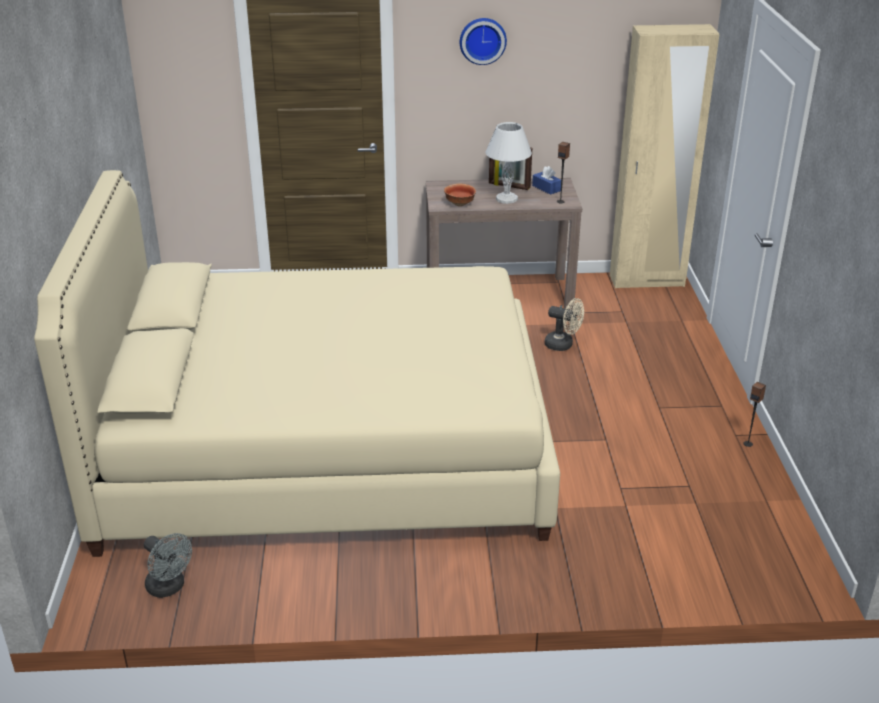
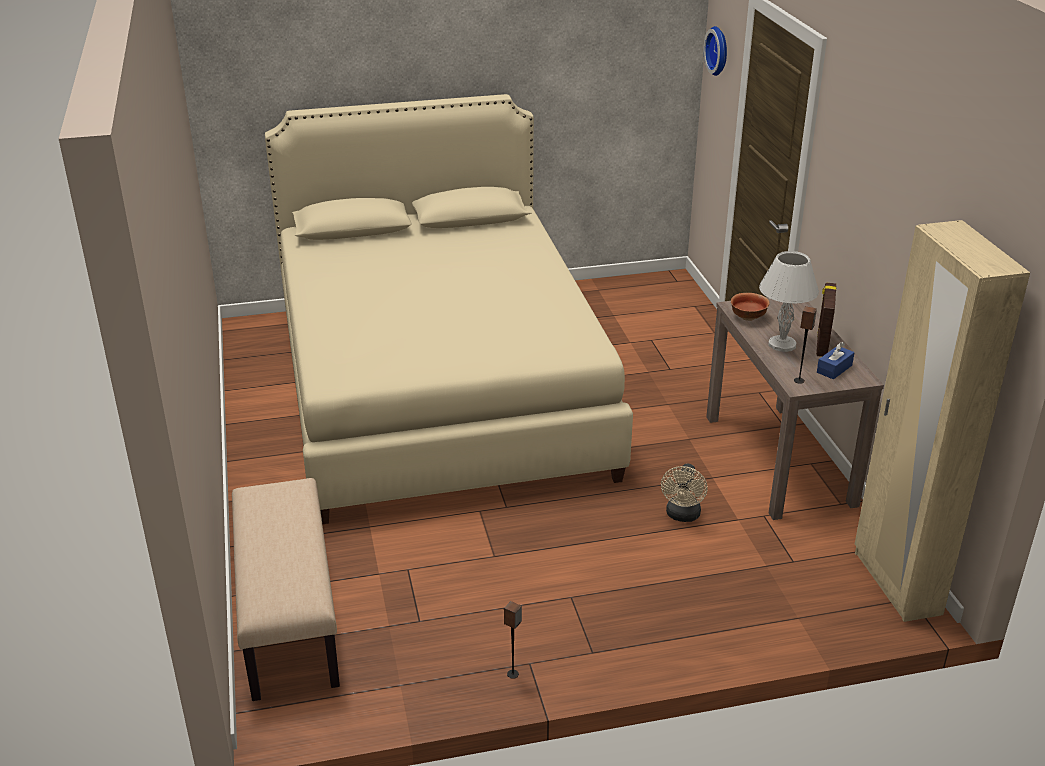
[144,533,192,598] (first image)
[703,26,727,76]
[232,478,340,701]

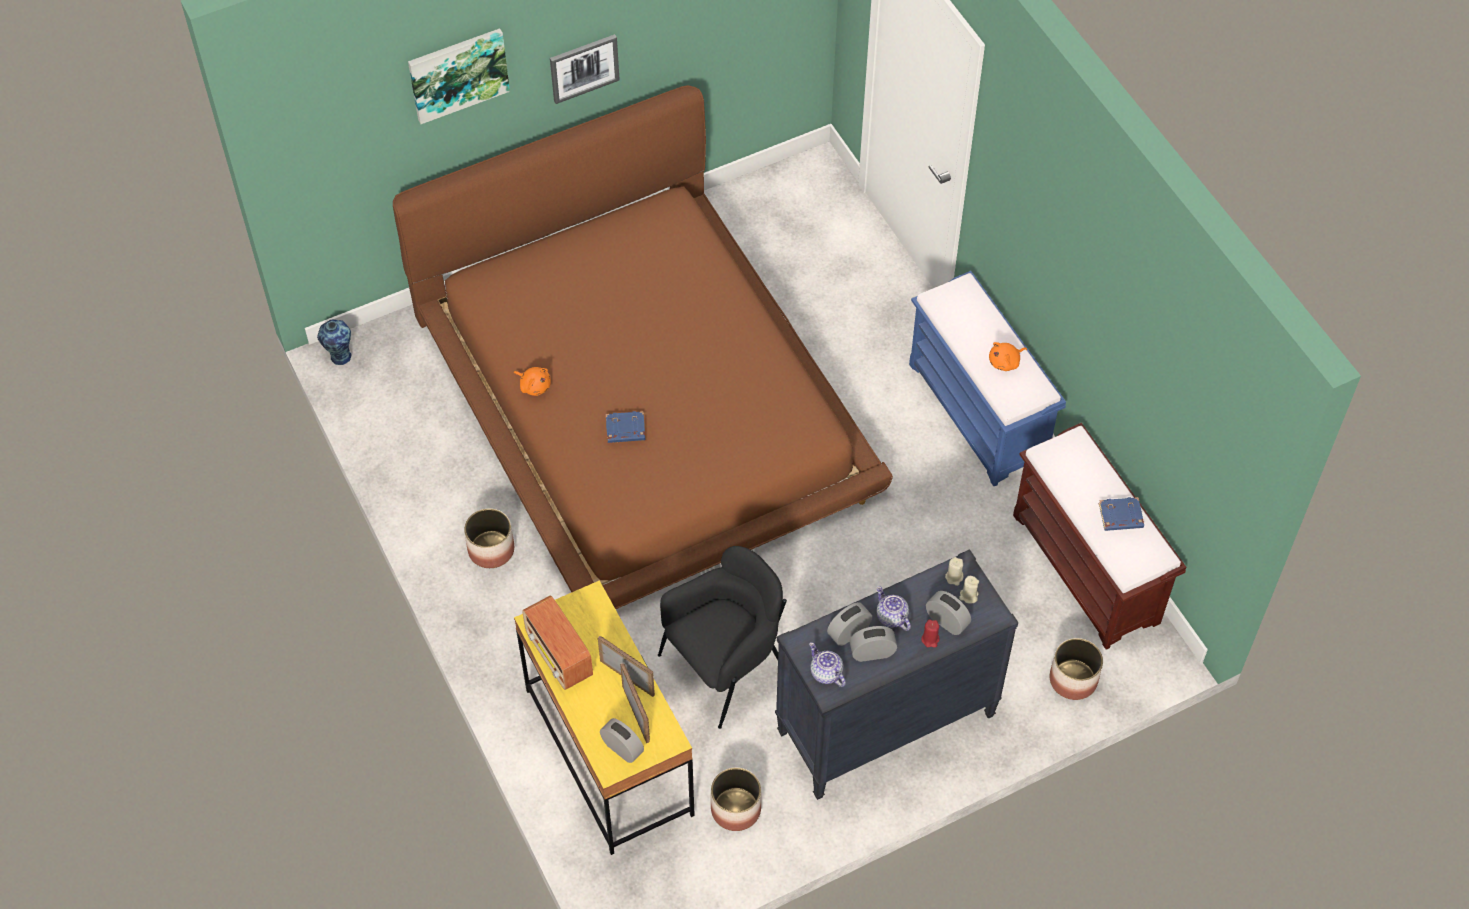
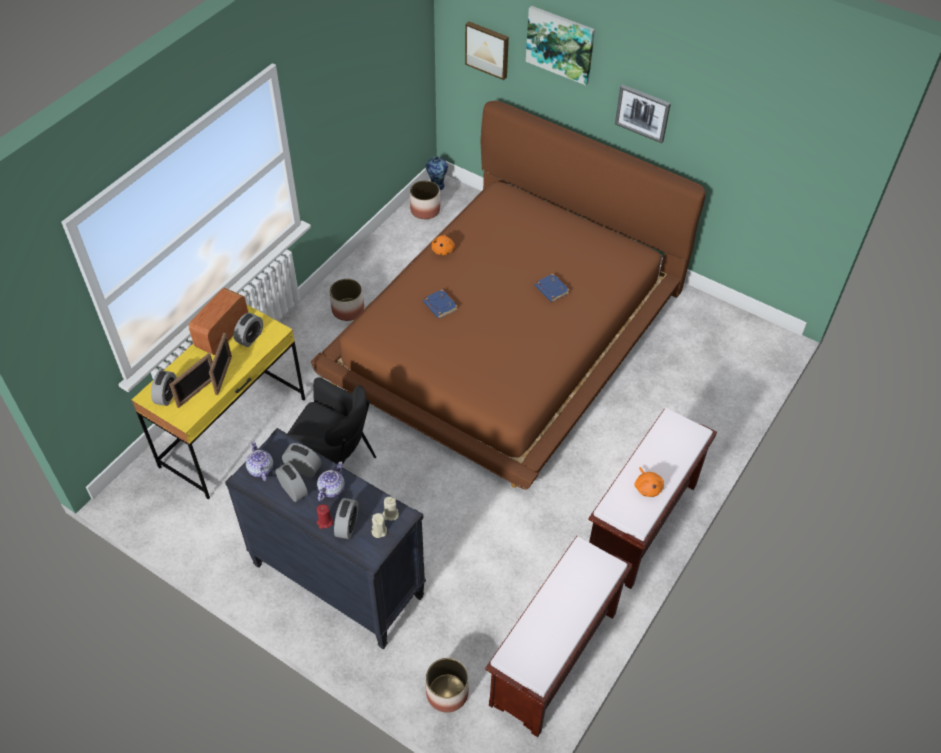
[410,180,440,219]
[246,441,273,481]
[588,408,717,589]
[634,467,664,497]
[535,274,570,302]
[234,313,263,347]
[465,21,509,80]

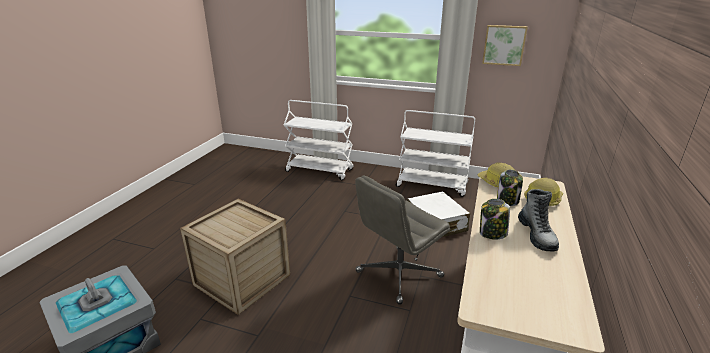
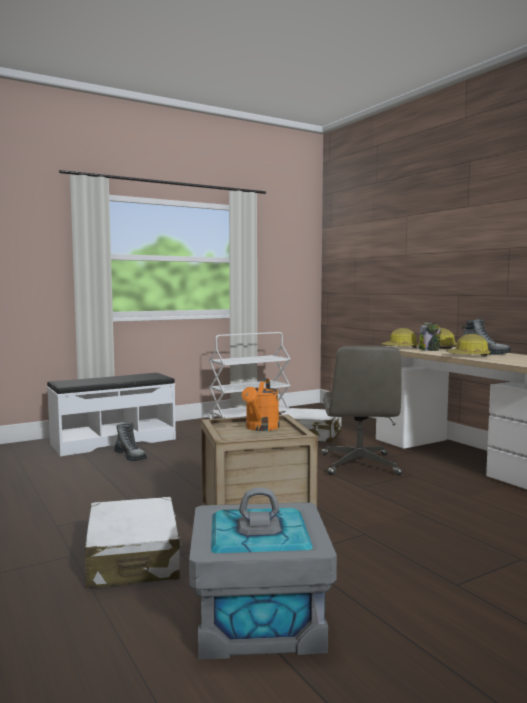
[47,373,176,457]
[446,334,491,357]
[482,25,528,66] (first image)
[85,497,182,588]
[114,422,147,461]
[242,378,280,431]

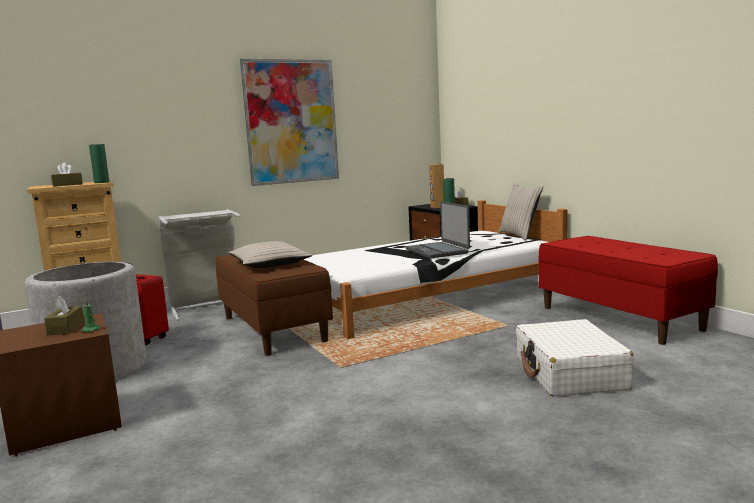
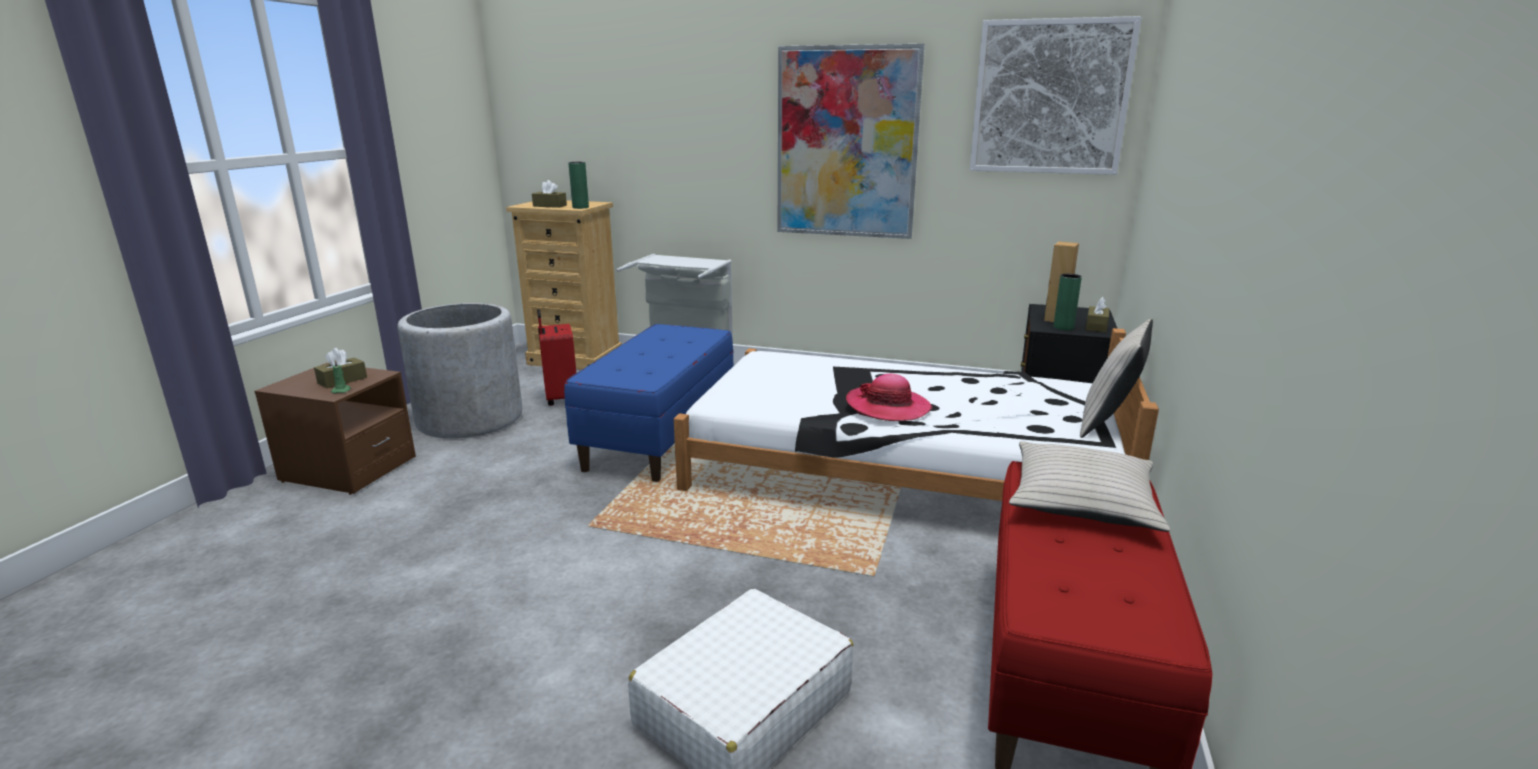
[564,324,734,482]
[1009,441,1170,532]
[846,374,932,421]
[970,16,1142,175]

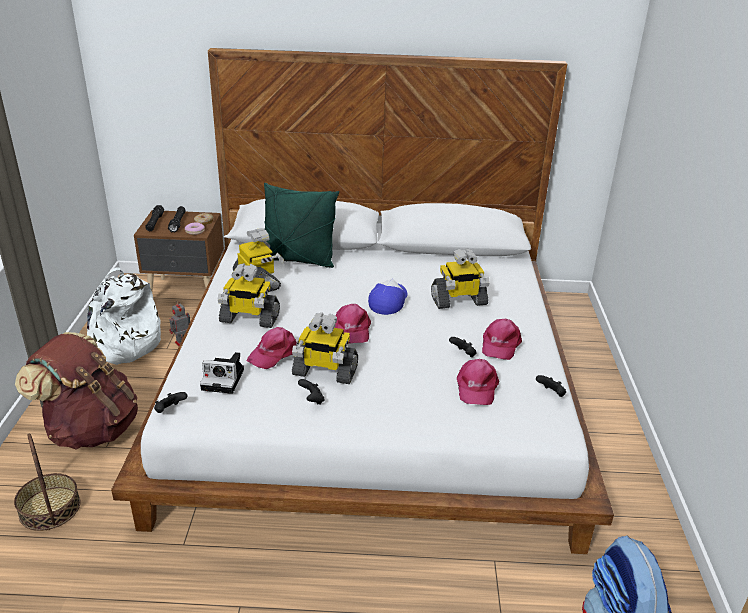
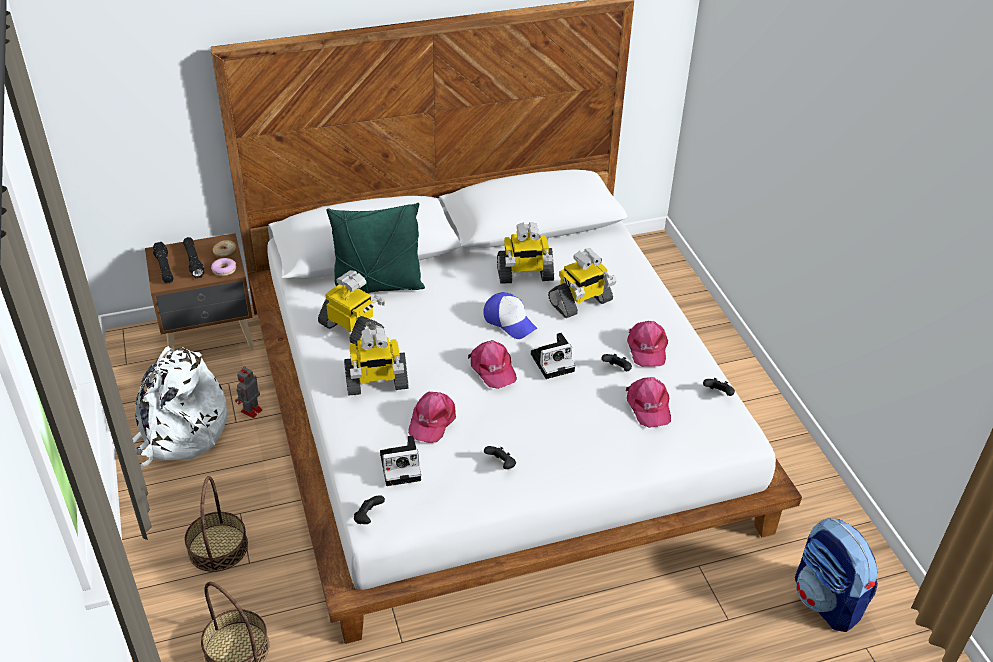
[185,476,248,572]
[497,222,554,284]
[483,292,537,339]
[531,333,575,379]

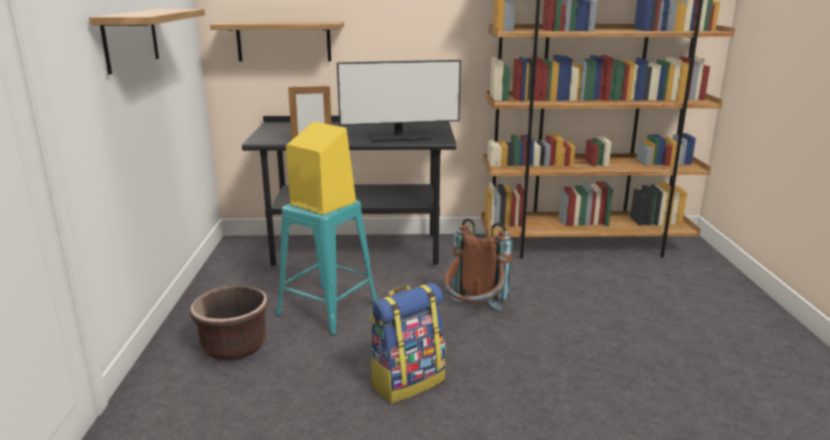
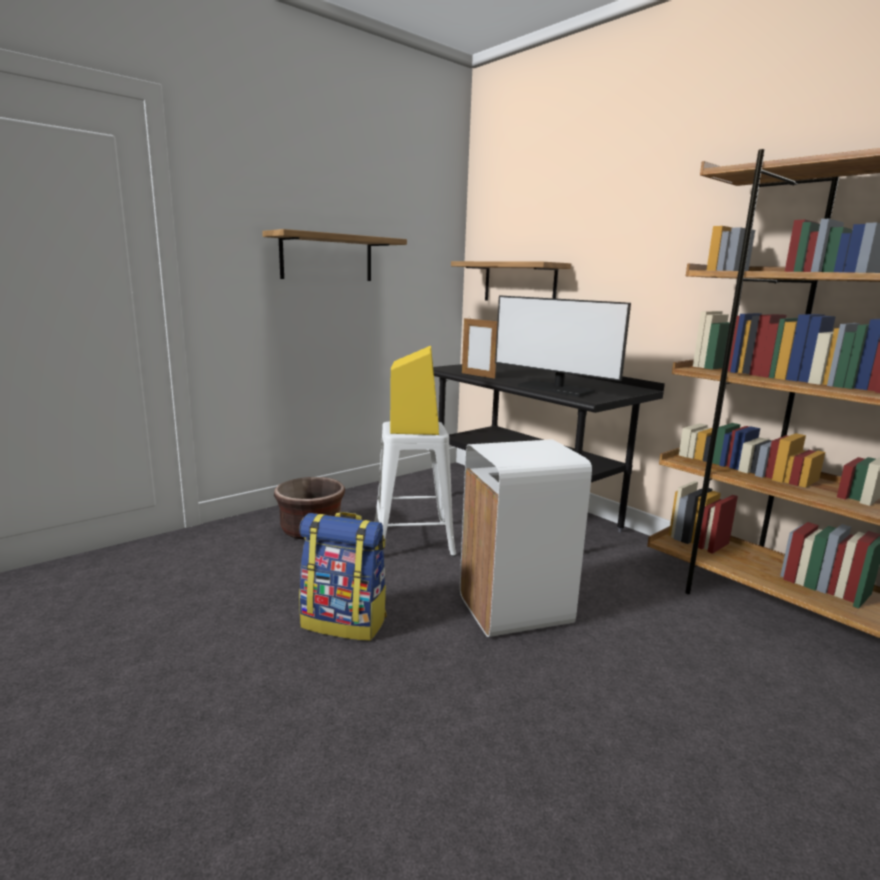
[374,421,456,557]
[460,439,592,637]

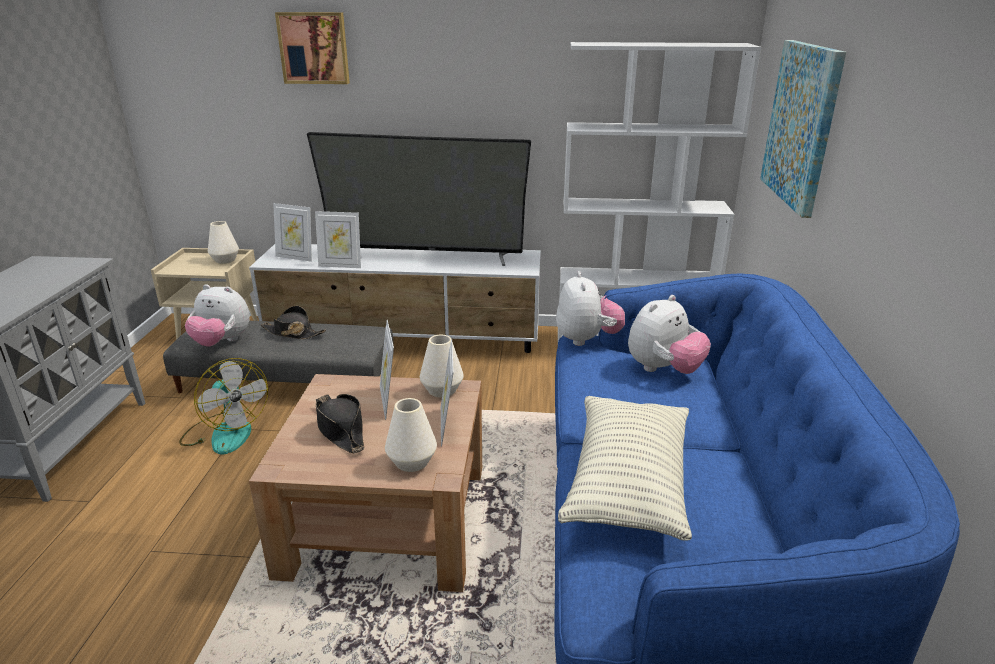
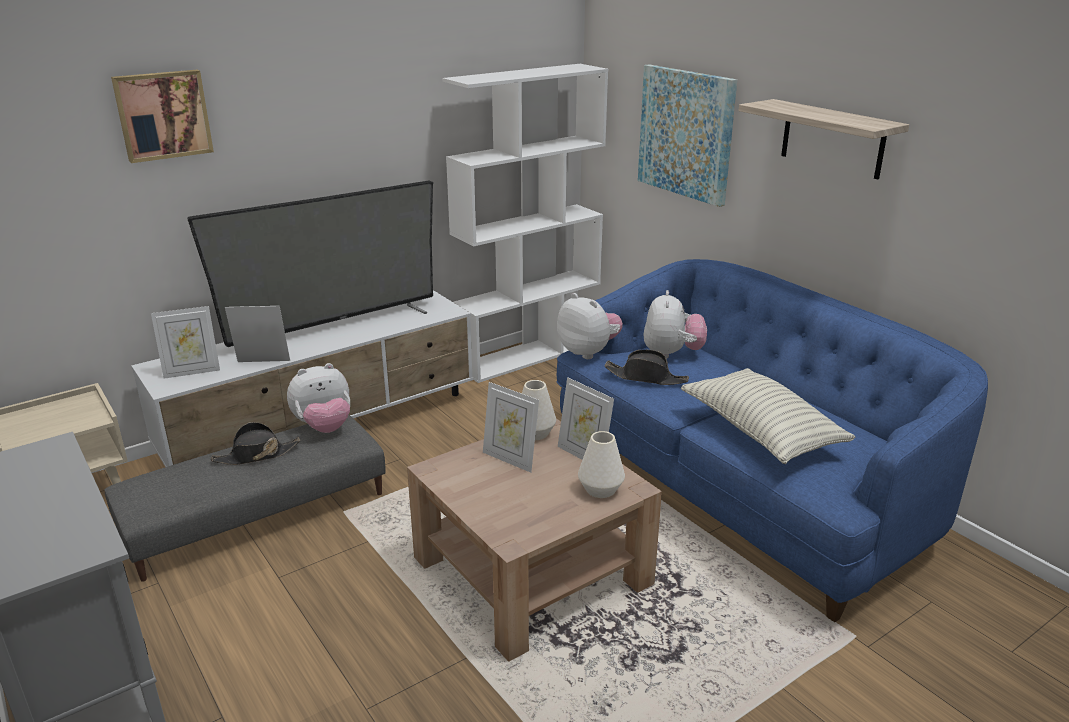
[179,358,268,455] (first image)
[287,363,350,433]
[208,221,239,264] (first image)
[225,306,290,362]
[605,350,689,385]
[738,99,909,179]

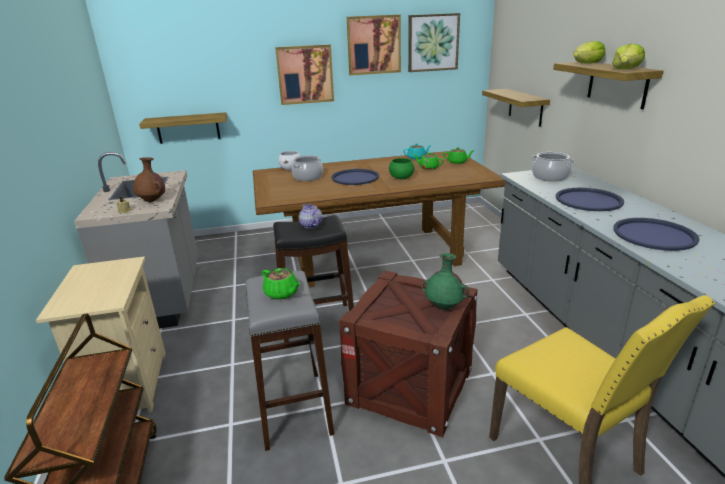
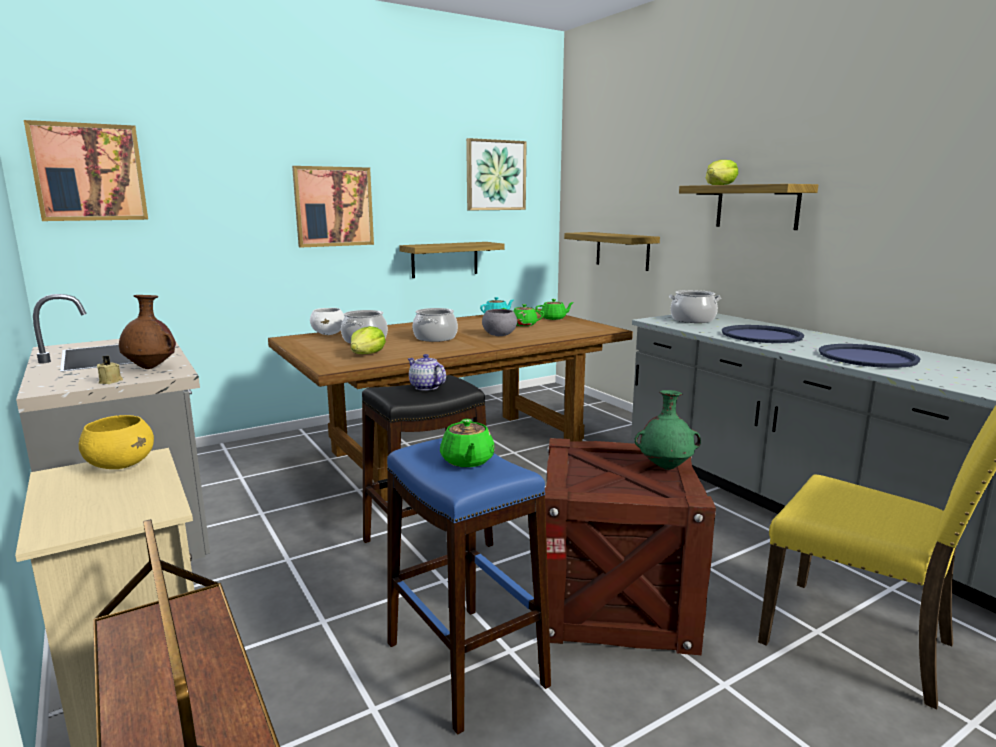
[399,242,505,278]
[387,438,551,735]
[440,419,495,467]
[413,308,458,342]
[24,120,148,221]
[482,309,517,336]
[351,326,386,354]
[79,415,154,469]

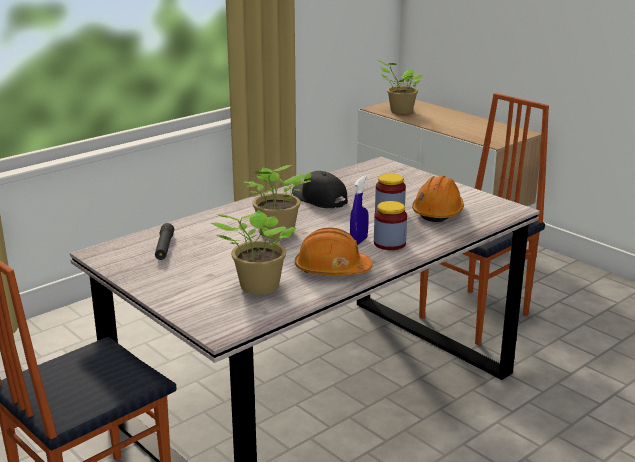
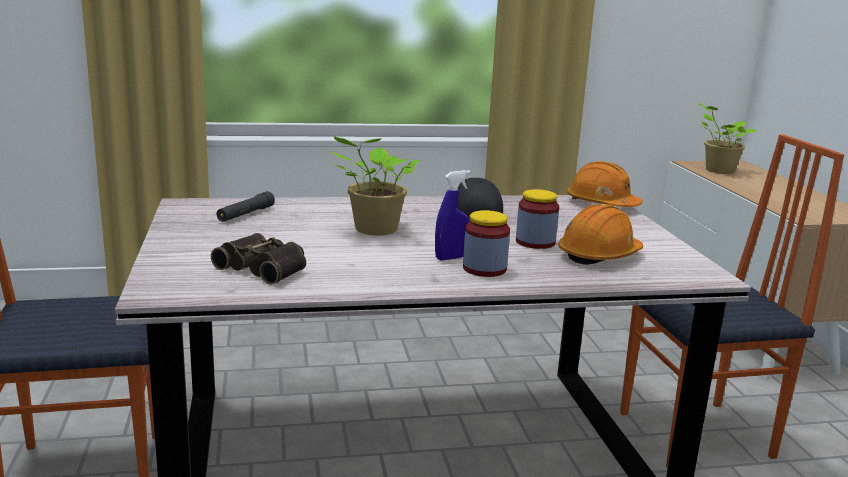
[211,233,306,285]
[567,161,642,207]

